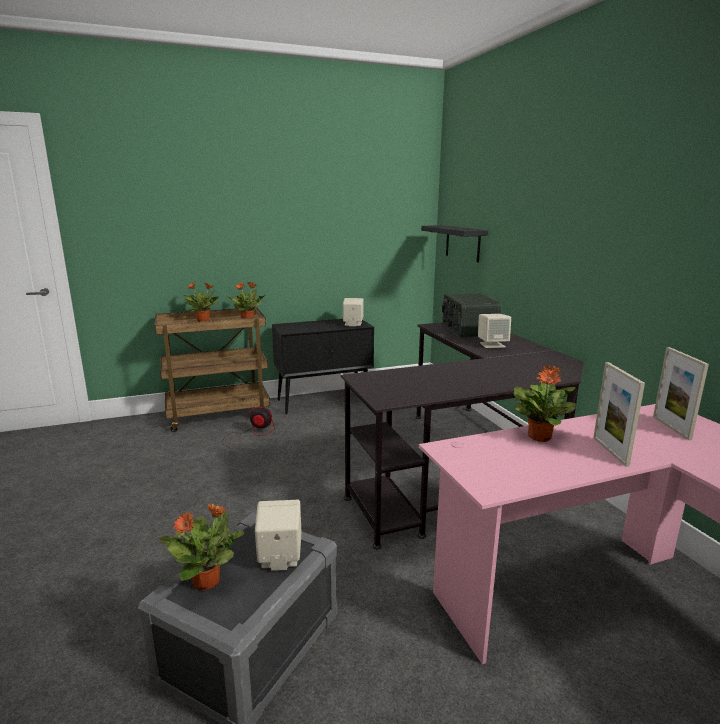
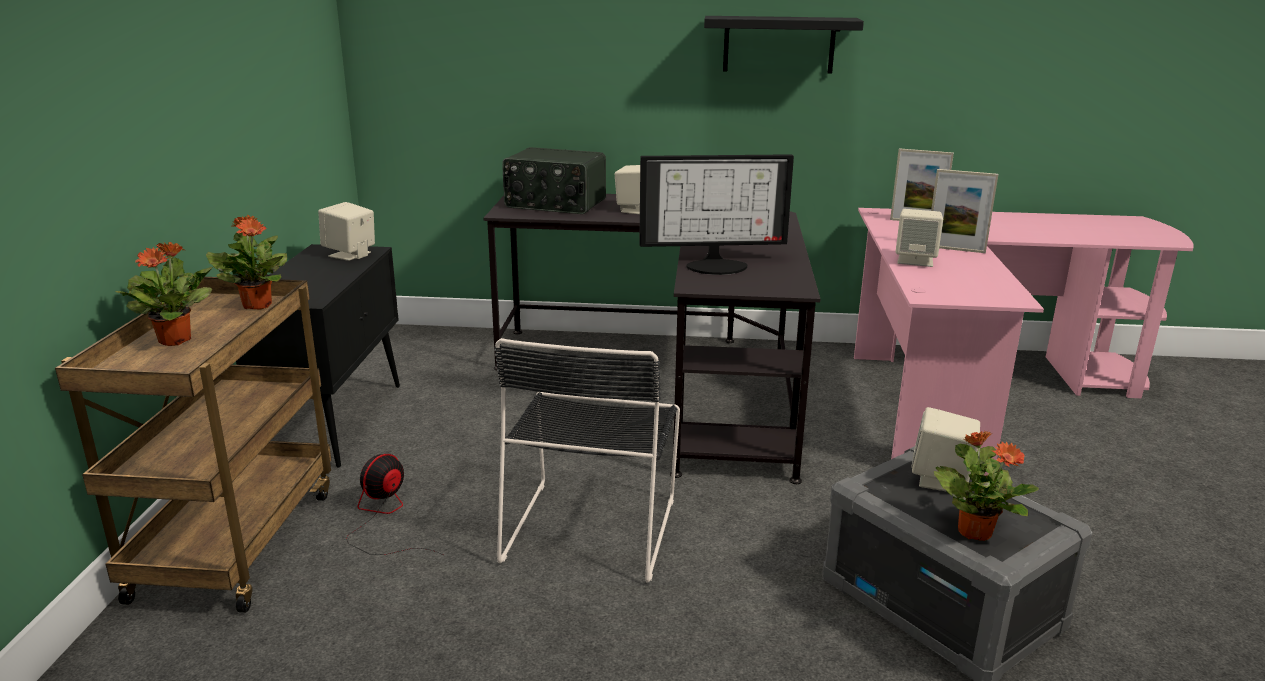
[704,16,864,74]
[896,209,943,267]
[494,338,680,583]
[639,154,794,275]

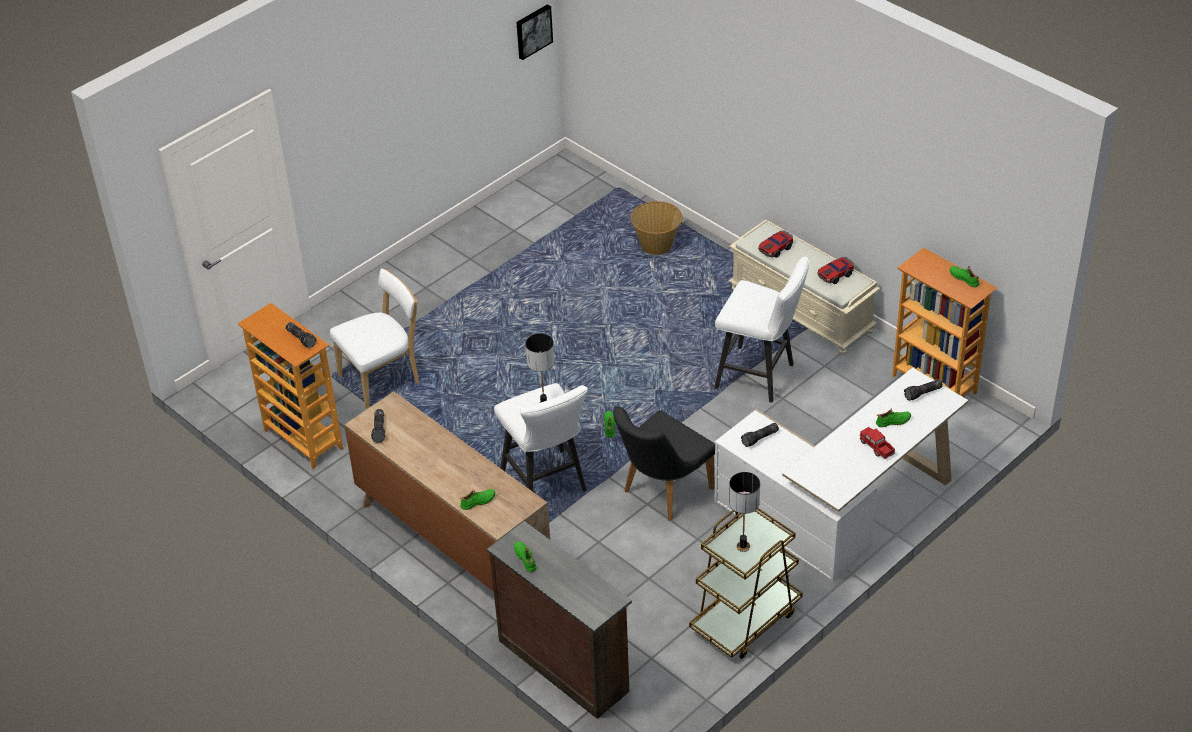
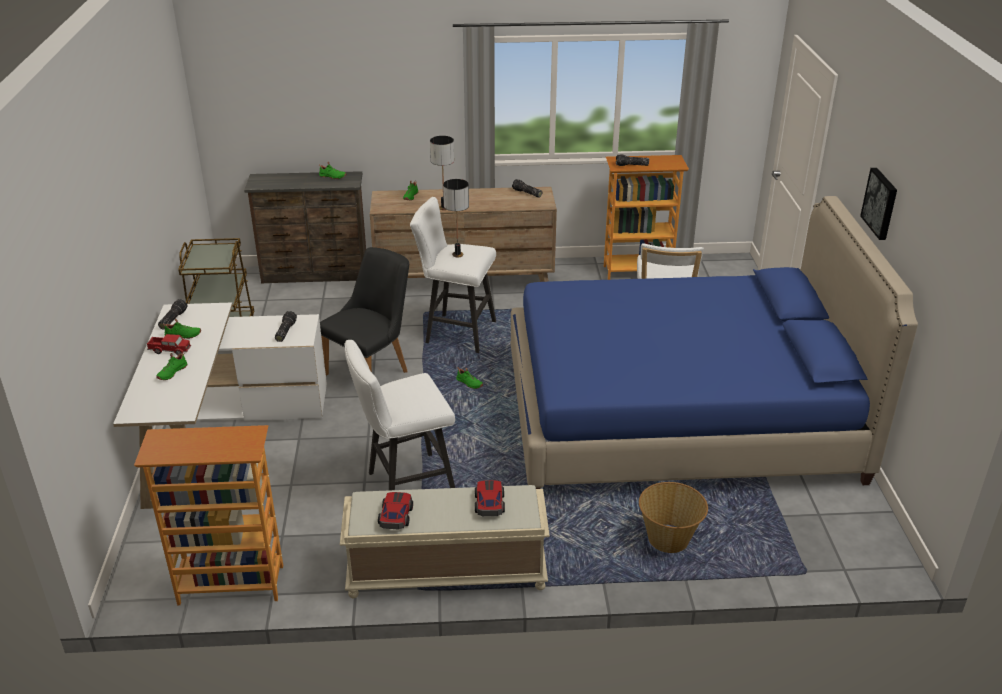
[860,168,897,240]
[320,247,409,376]
[430,136,454,210]
[158,299,187,330]
[163,319,201,339]
[511,196,918,489]

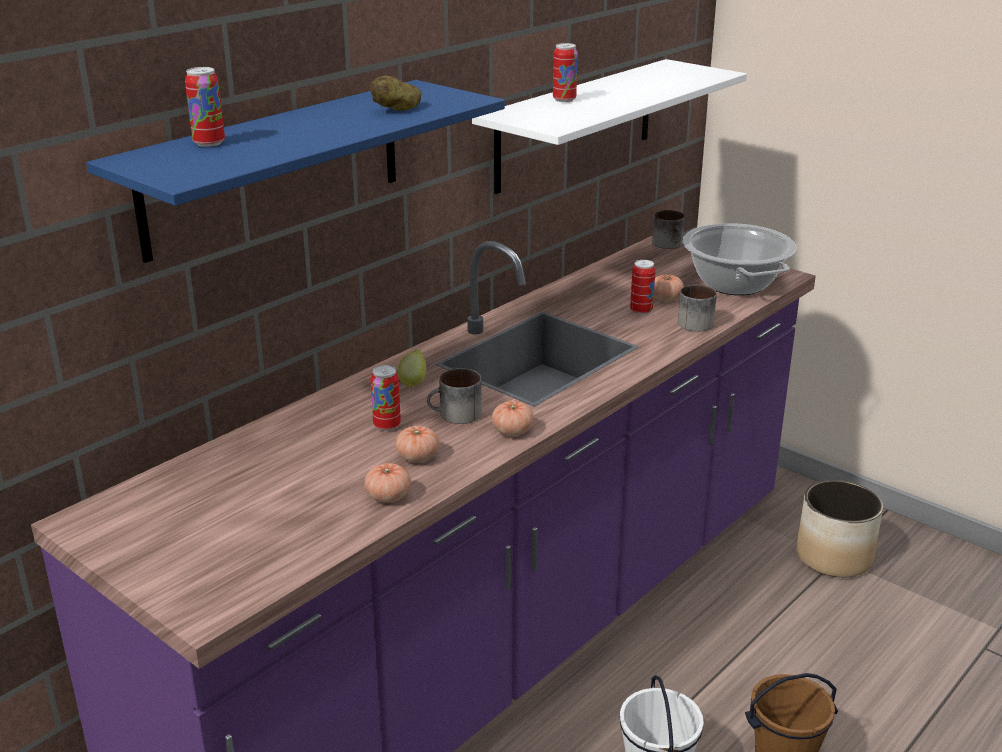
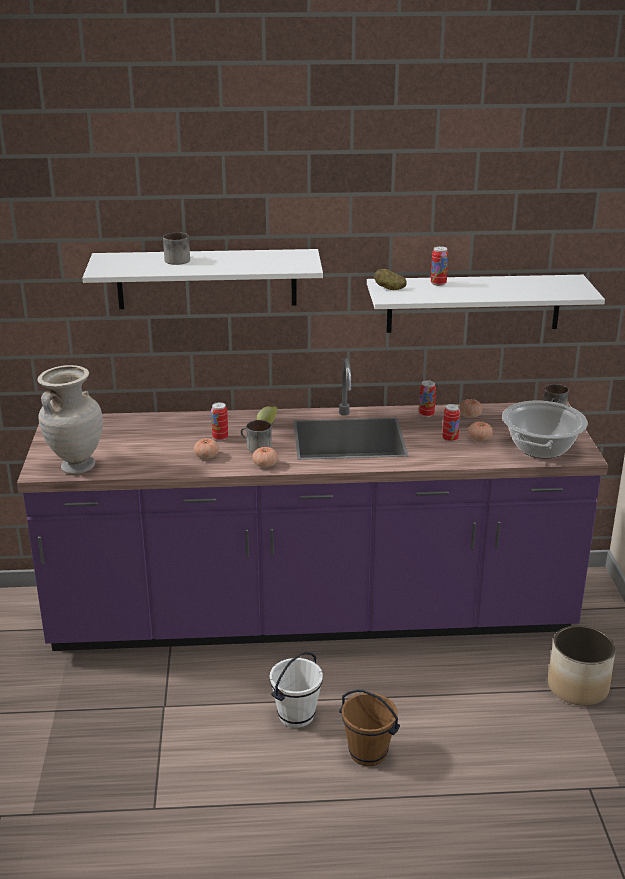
[82,249,323,309]
[419,380,436,417]
[459,399,483,418]
[374,269,407,290]
[163,232,190,265]
[37,365,103,474]

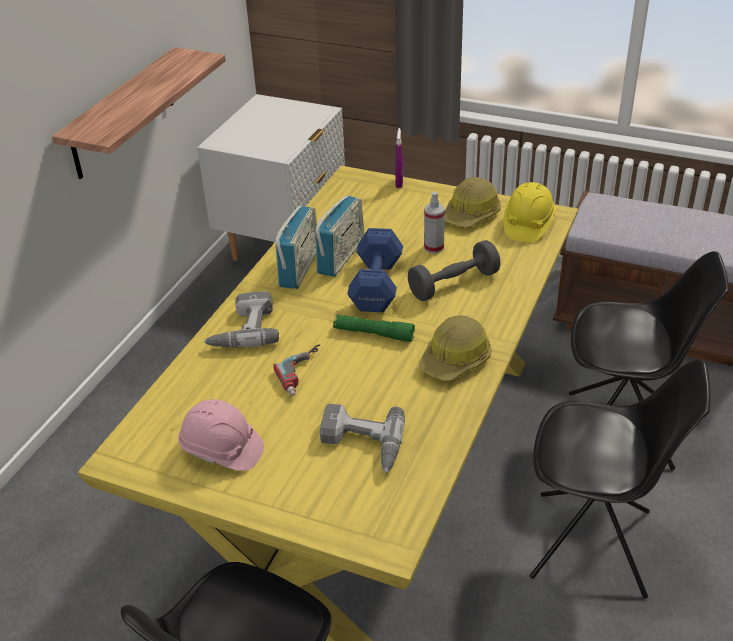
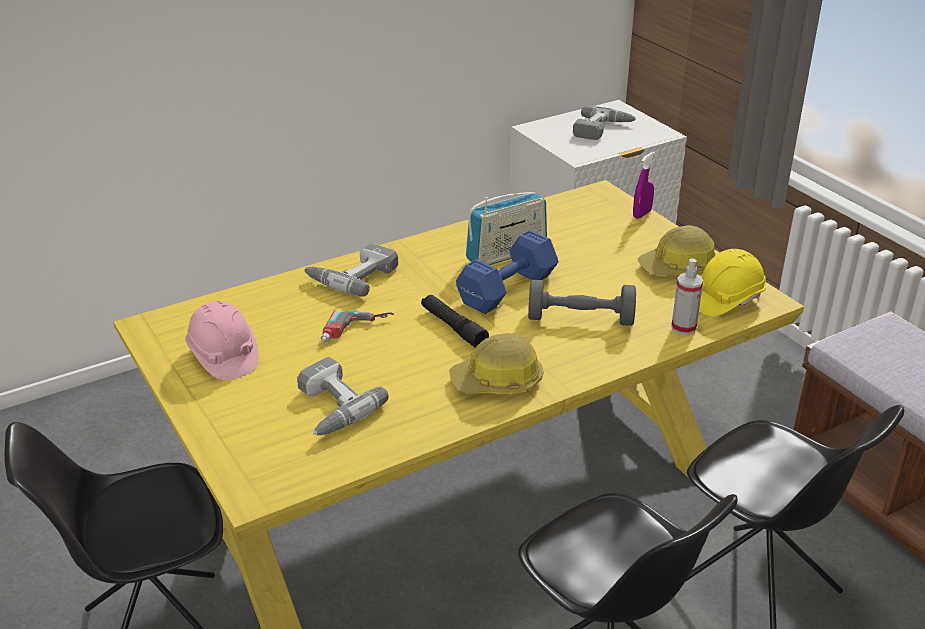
[52,47,226,179] (first image)
[275,206,317,289] (first image)
[421,295,489,348]
[671,258,703,335]
[573,106,636,140]

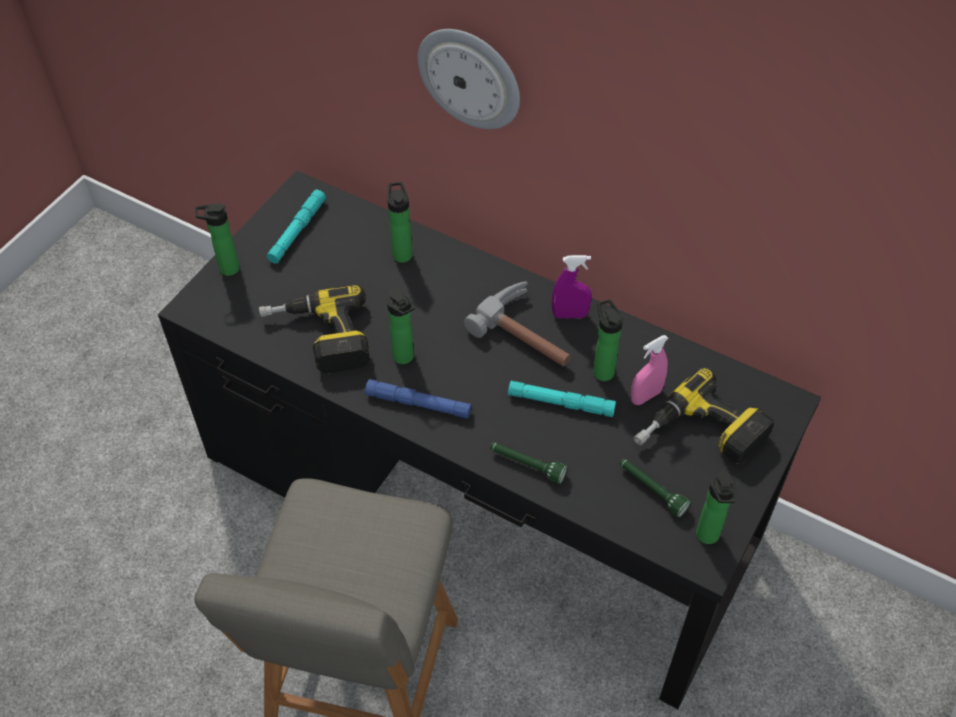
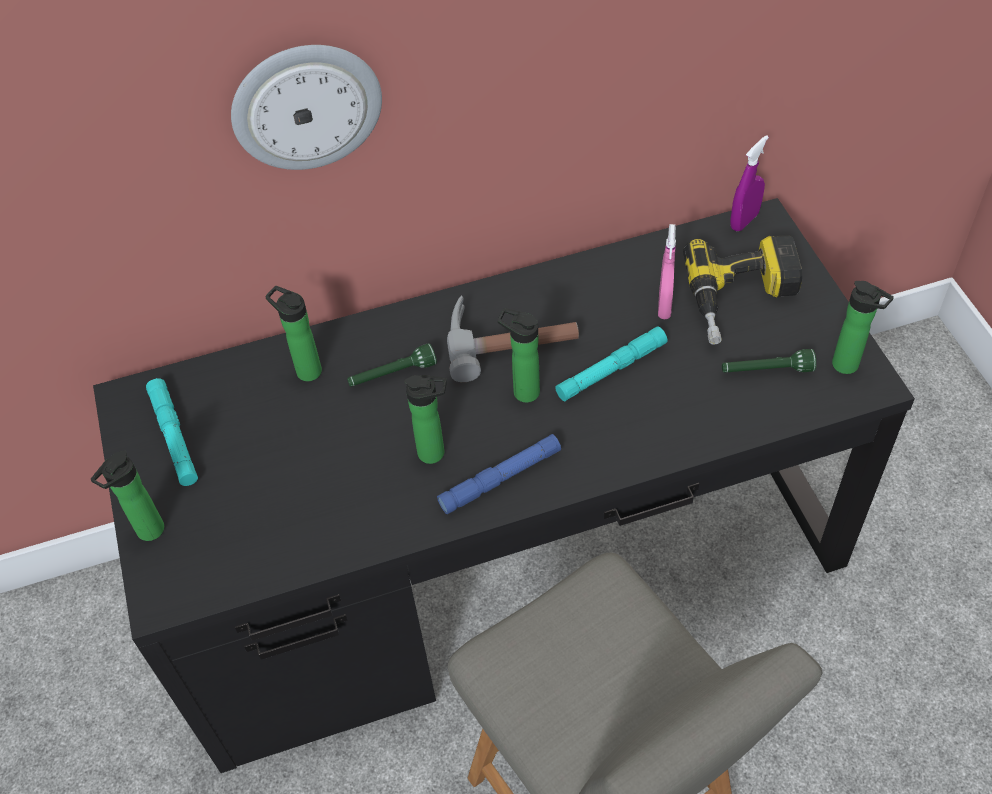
[259,285,370,374] (first image)
[347,343,437,387]
[730,135,769,231]
[498,308,540,403]

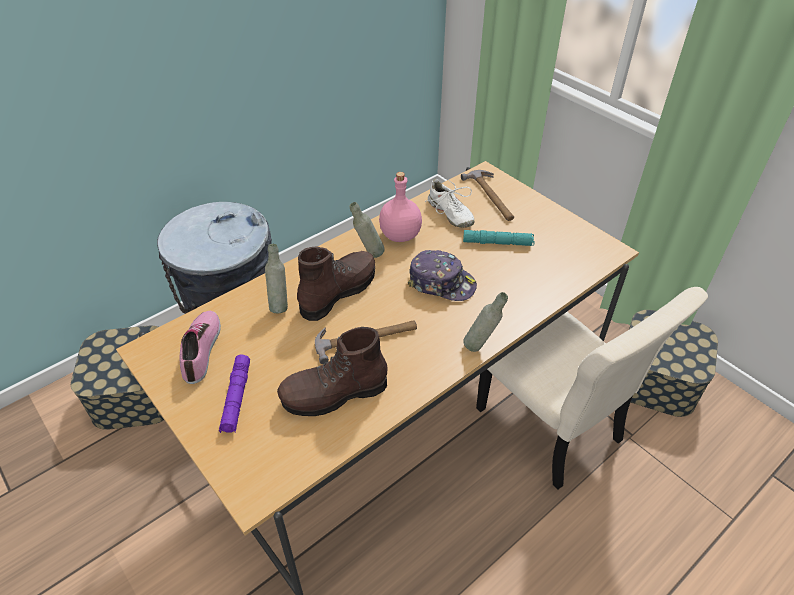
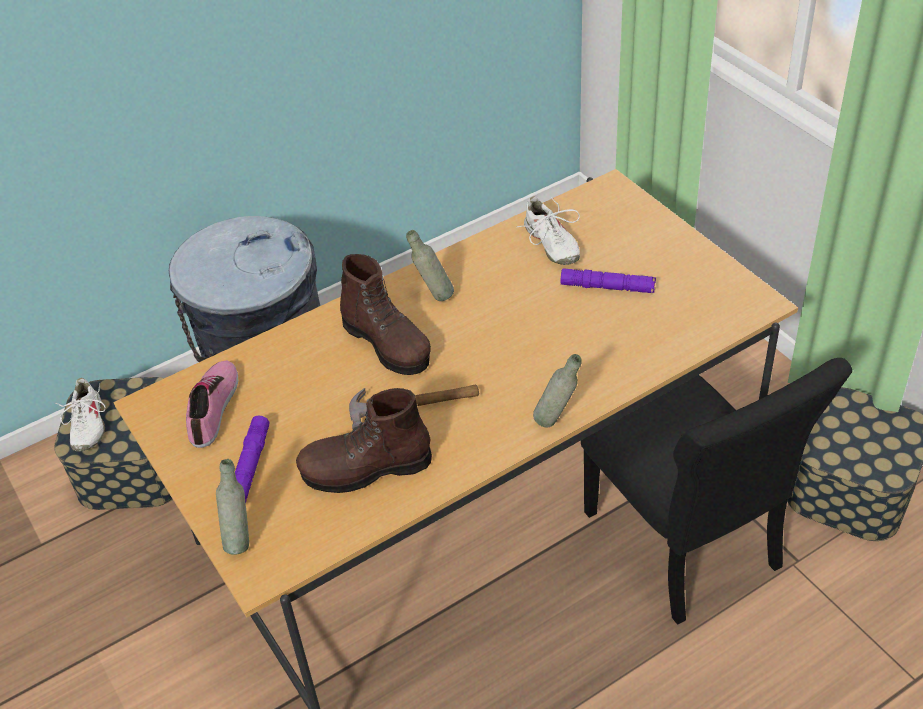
[216,459,249,555]
[340,254,431,375]
[379,172,422,242] (first image)
[408,250,477,301] (first image)
[461,170,514,221] (first image)
[561,268,656,293]
[581,358,852,625]
[55,378,106,452]

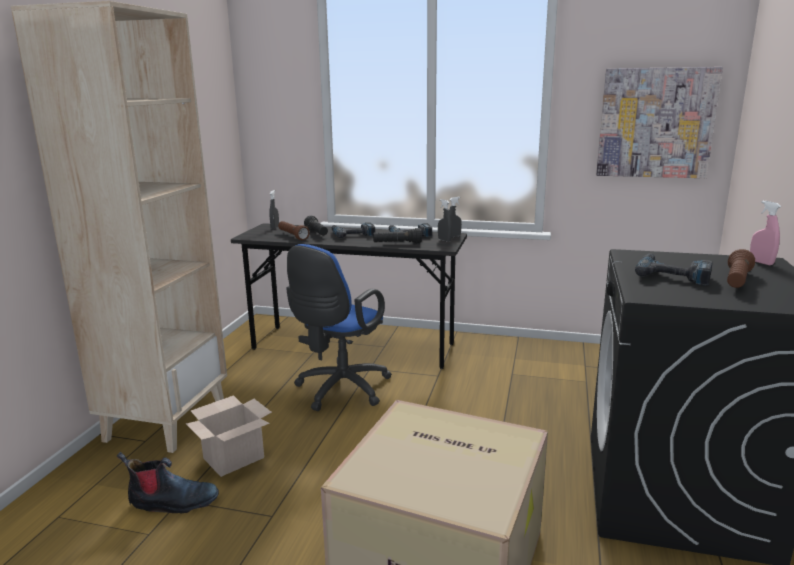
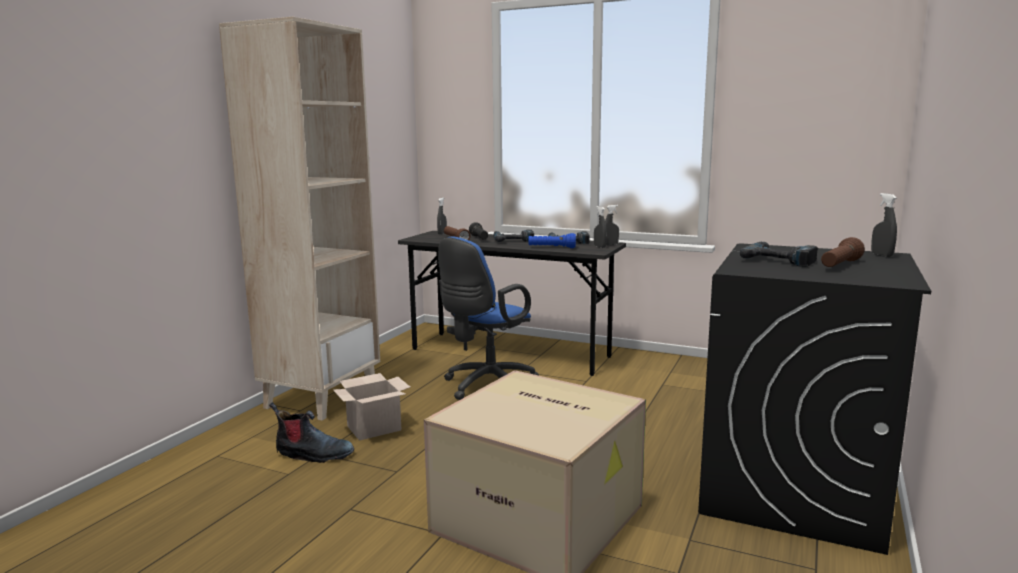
[529,233,576,248]
[596,67,723,178] (first image)
[871,193,897,257]

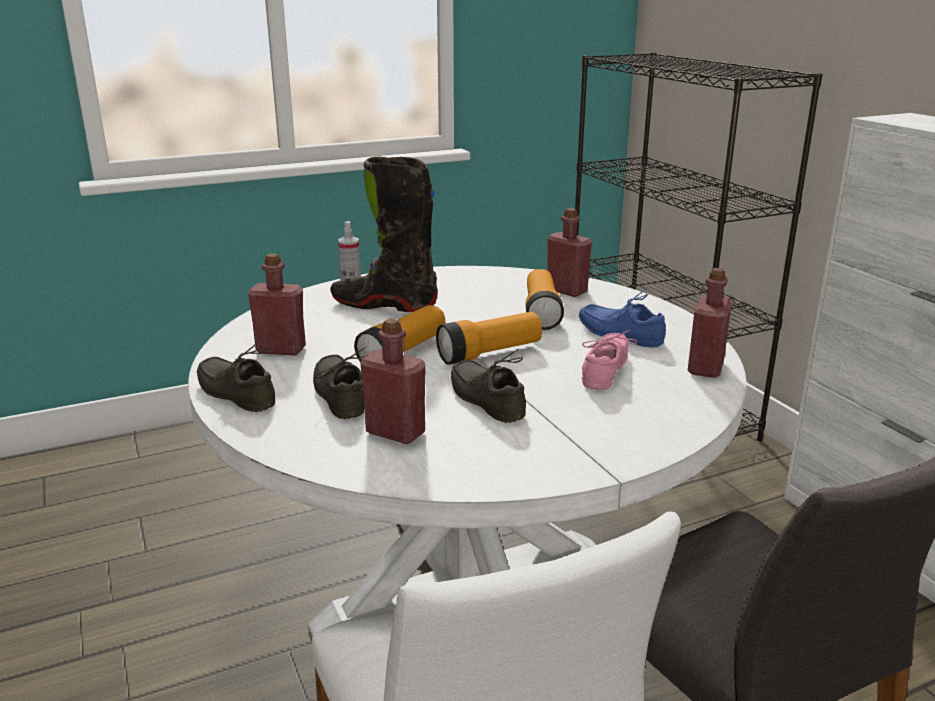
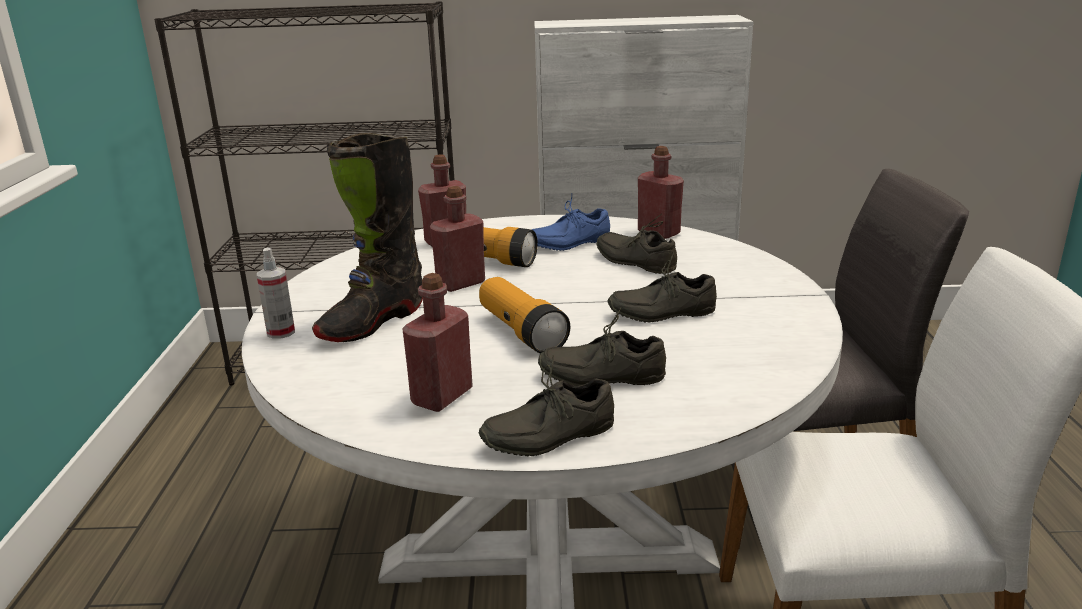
[430,186,485,292]
[436,312,542,365] (first image)
[597,214,677,274]

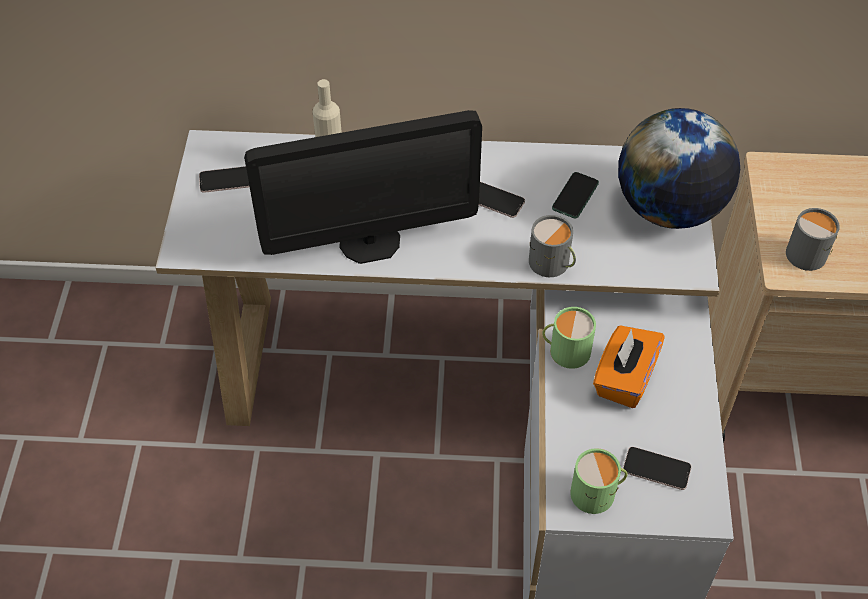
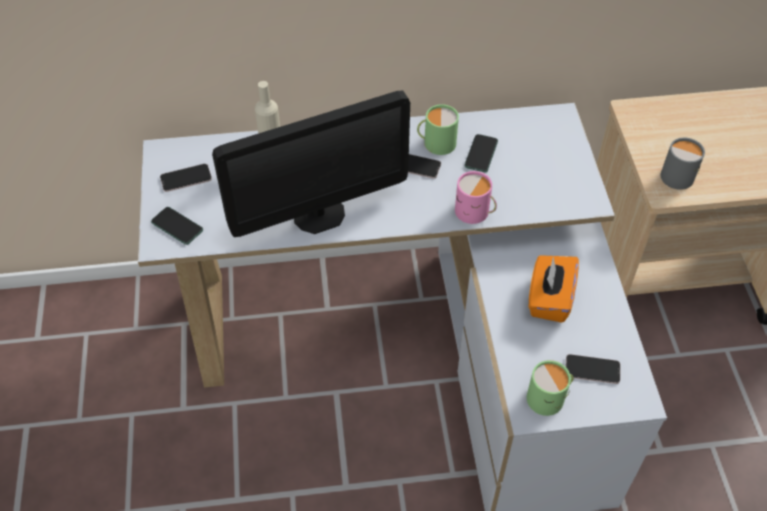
[455,171,497,224]
[417,104,459,155]
[618,108,740,229] (first image)
[151,207,203,245]

